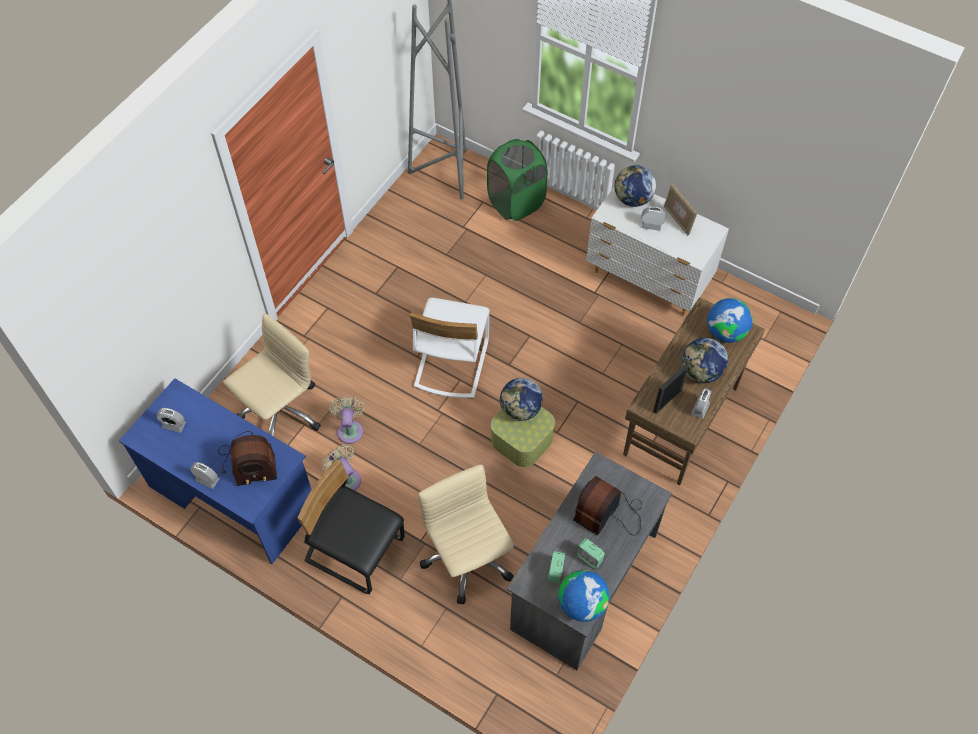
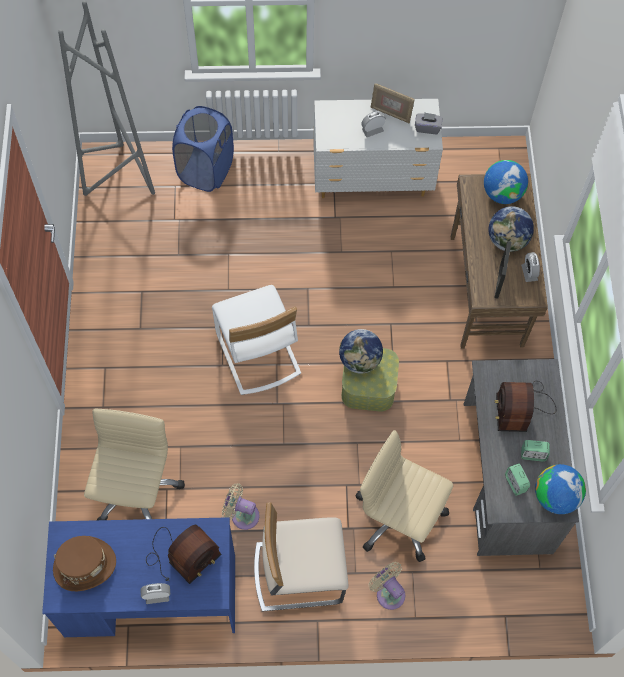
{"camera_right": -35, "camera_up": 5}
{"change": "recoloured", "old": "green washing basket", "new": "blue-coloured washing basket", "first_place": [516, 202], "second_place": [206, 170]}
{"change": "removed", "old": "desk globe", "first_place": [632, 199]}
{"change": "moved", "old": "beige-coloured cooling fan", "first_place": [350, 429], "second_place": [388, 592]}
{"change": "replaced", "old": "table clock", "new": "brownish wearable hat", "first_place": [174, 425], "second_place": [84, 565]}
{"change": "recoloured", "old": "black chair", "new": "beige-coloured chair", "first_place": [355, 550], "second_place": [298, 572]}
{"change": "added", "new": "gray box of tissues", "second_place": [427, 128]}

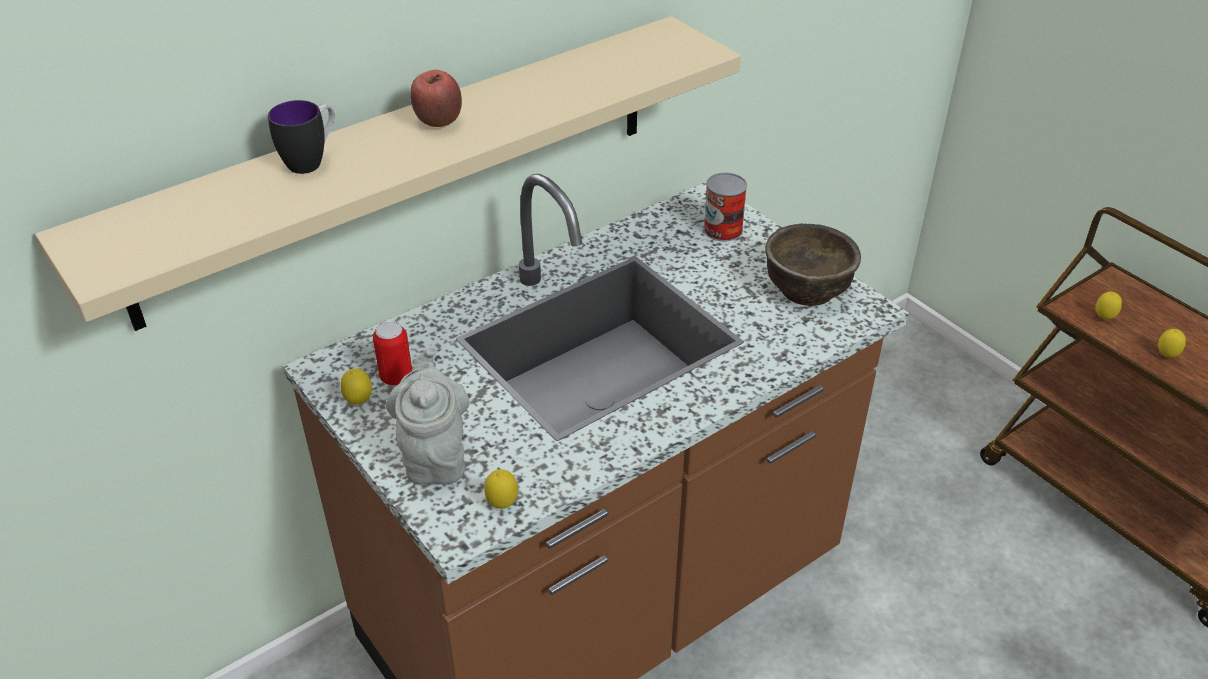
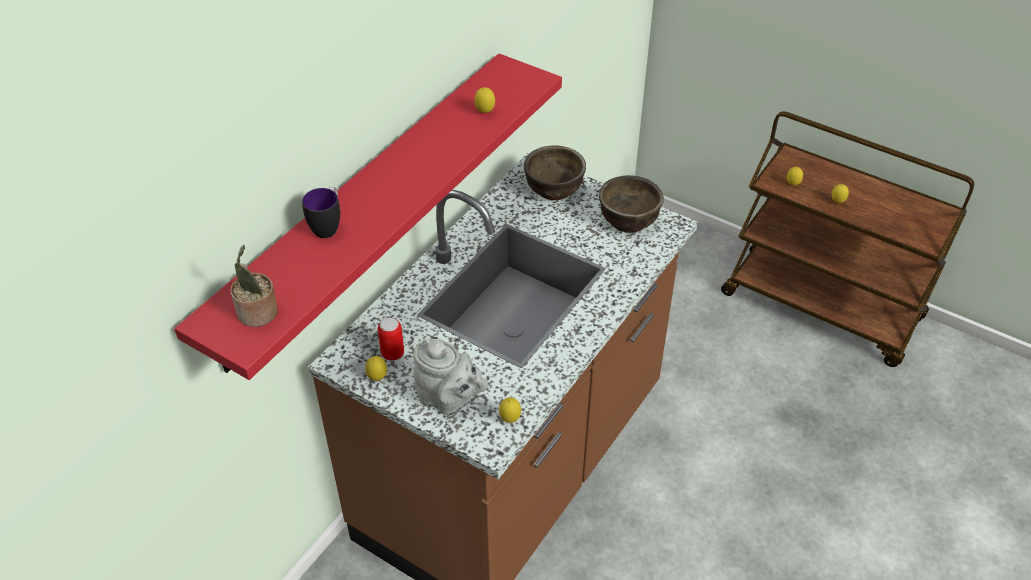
{"camera_right": -20, "camera_up": 5}
{"change": "recoloured", "old": "beige-coloured shelf", "new": "red shelf", "first_place": [404, 166], "second_place": [363, 207]}
{"change": "removed", "old": "apple", "first_place": [439, 123]}
{"change": "replaced", "old": "can", "new": "brownish bowl", "first_place": [723, 229], "second_place": [554, 189]}
{"change": "turned", "old": "gray pot for tea", "first_place": [434, 456], "second_place": [449, 400], "degrees": 150}
{"change": "added", "new": "whole lemon", "second_place": [485, 112]}
{"change": "added", "new": "houseplant", "second_place": [258, 314]}

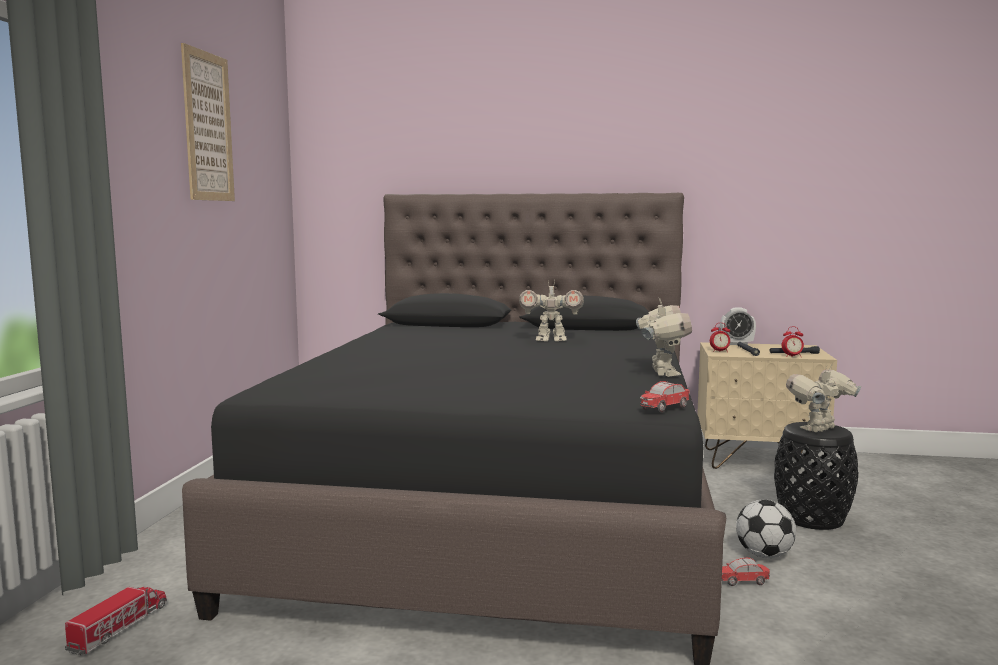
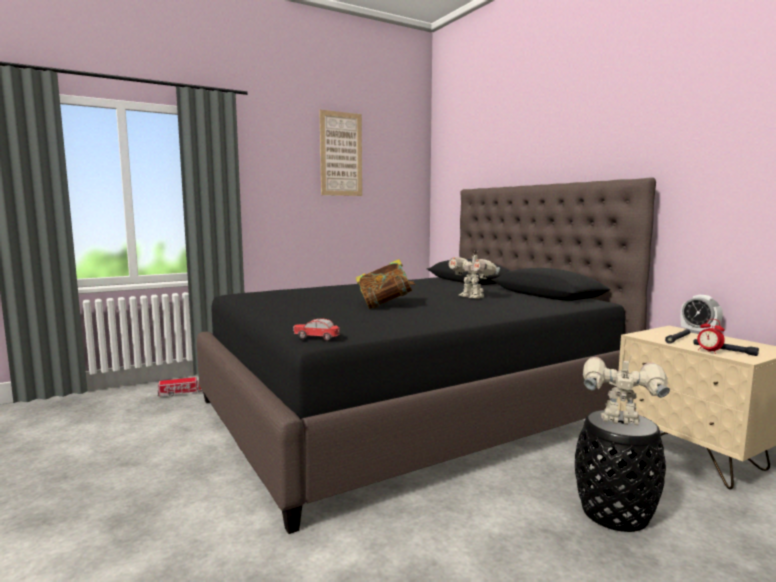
{"camera_right": 50, "camera_up": 0}
{"change": "removed", "old": "toy robot", "first_place": [662, 373]}
{"change": "removed", "old": "table clock", "first_place": [719, 351]}
{"change": "removed", "old": "football ball", "first_place": [764, 555]}
{"change": "removed", "old": "model car", "first_place": [742, 582]}
{"change": "added", "new": "book", "second_place": [385, 305]}

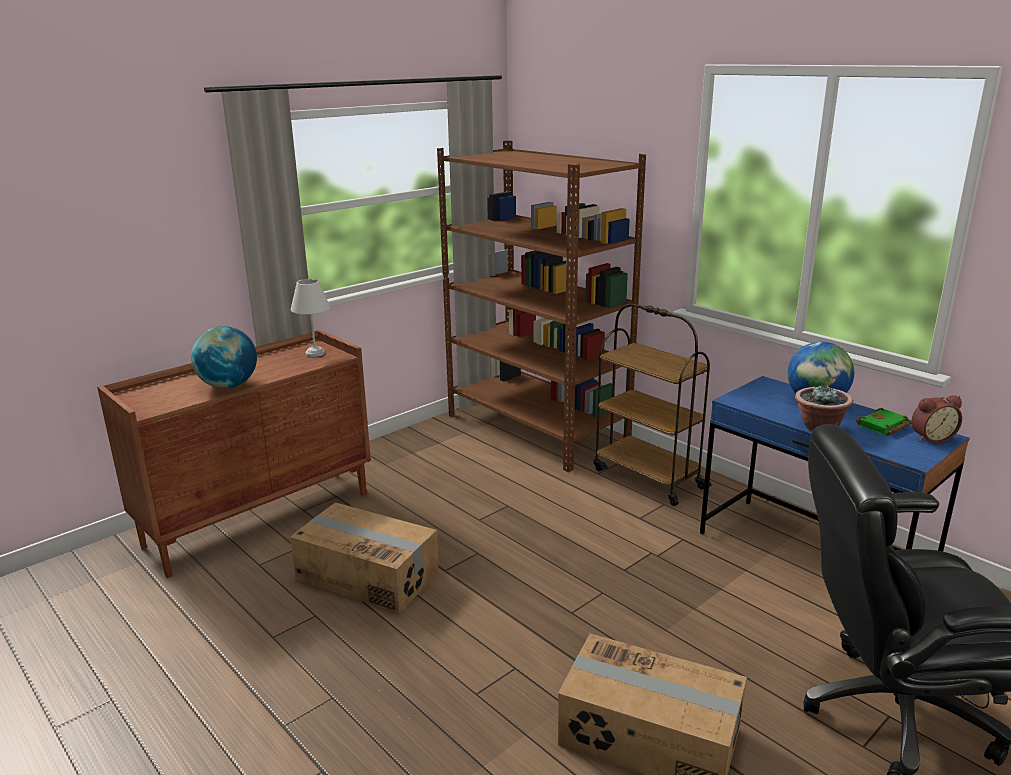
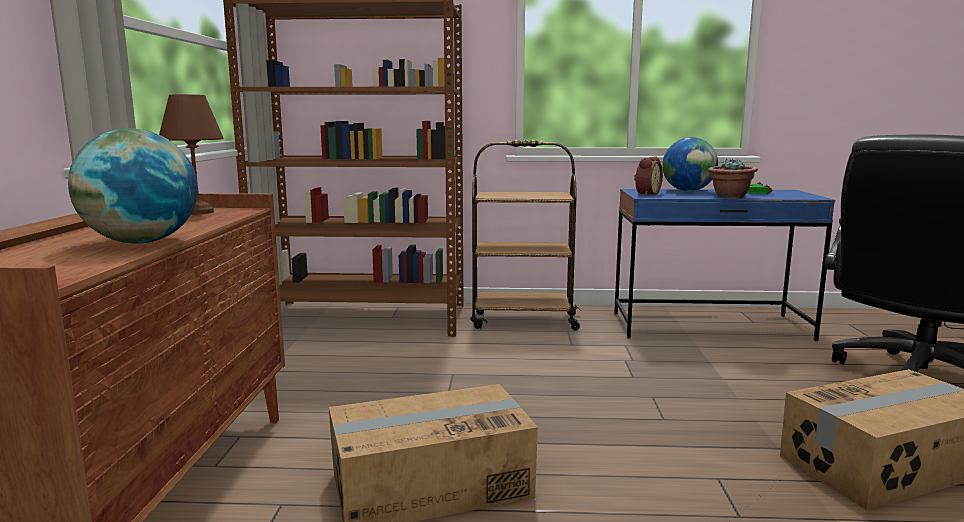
{"camera_right": -45, "camera_up": -10}
{"change": "recoloured", "old": "whitish lamp for a table", "new": "brownish lamp for a table", "first_place": [314, 354], "second_place": [198, 212]}
{"change": "moved", "old": "table clock", "first_place": [930, 438], "second_place": [646, 194]}

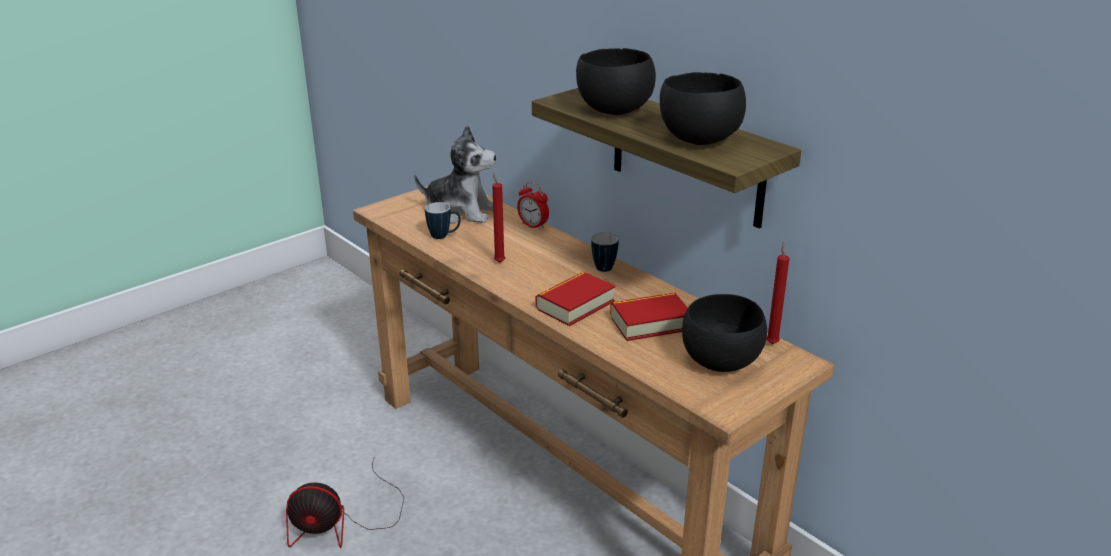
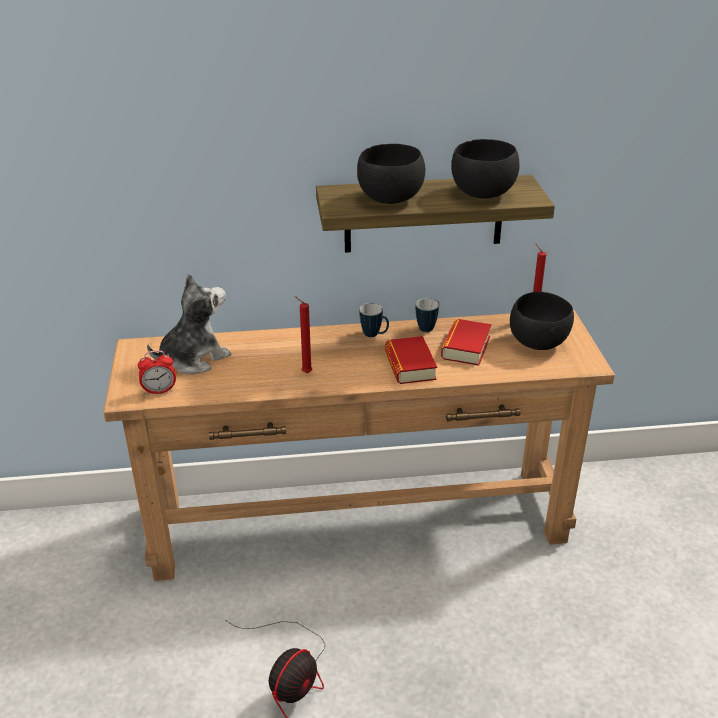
{"camera_right": -55, "camera_up": 5}
{"change": "moved", "old": "table clock", "first_place": [533, 226], "second_place": [159, 391]}
{"change": "moved", "old": "coffee mug", "first_place": [444, 236], "second_place": [428, 327]}

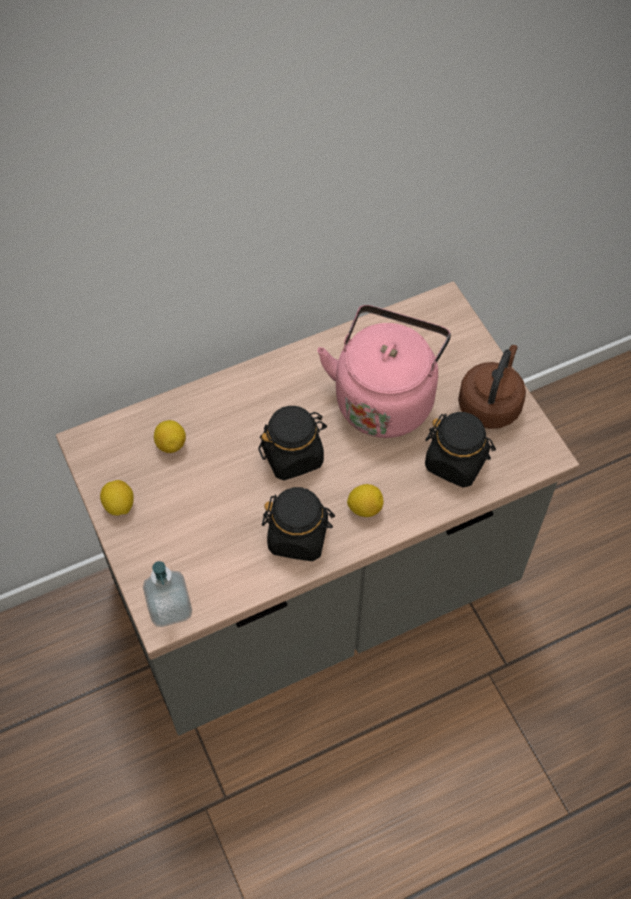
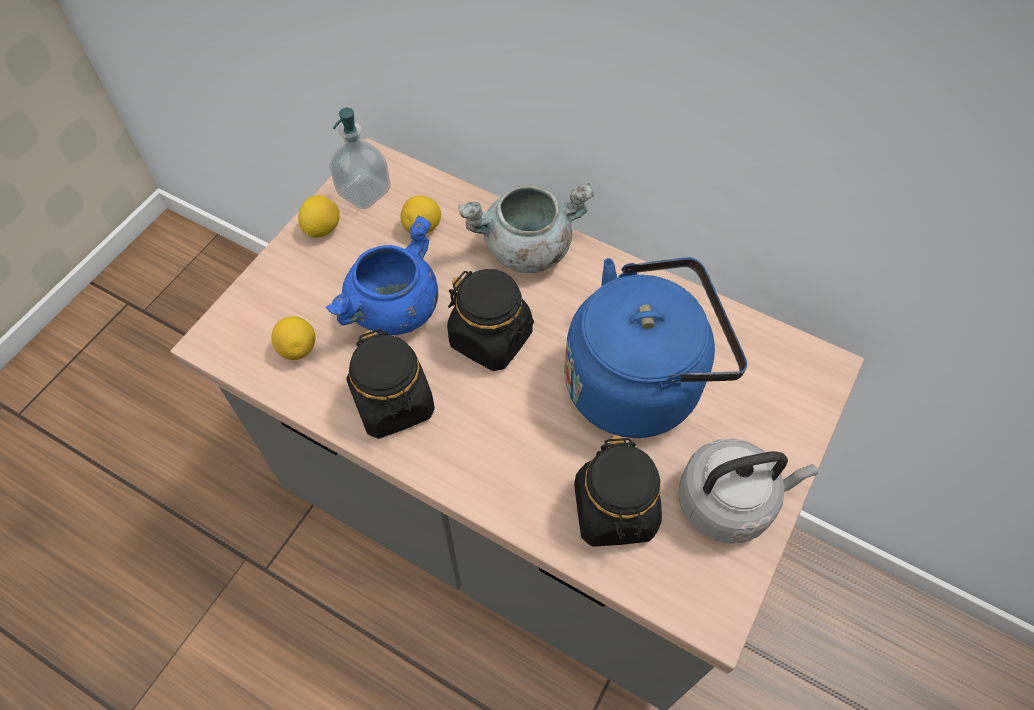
{"camera_right": 55, "camera_up": 0}
{"change": "recoloured", "old": "pink-coloured water kettle", "new": "blue-coloured water kettle", "first_place": [385, 397], "second_place": [639, 382]}
{"change": "recoloured", "old": "brownish water kettle", "new": "gray water kettle", "first_place": [490, 404], "second_place": [729, 501]}
{"change": "moved", "old": "whole lemon", "first_place": [365, 508], "second_place": [298, 348]}
{"change": "moved", "old": "liquid soap bottle", "first_place": [170, 607], "second_place": [364, 192]}
{"change": "added", "new": "gray cooking pot", "second_place": [526, 249]}
{"change": "added", "new": "blue-coloured cooking pot", "second_place": [393, 309]}

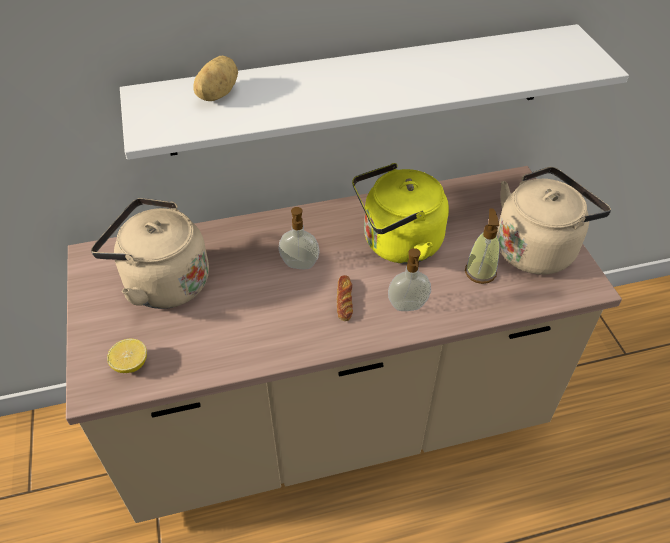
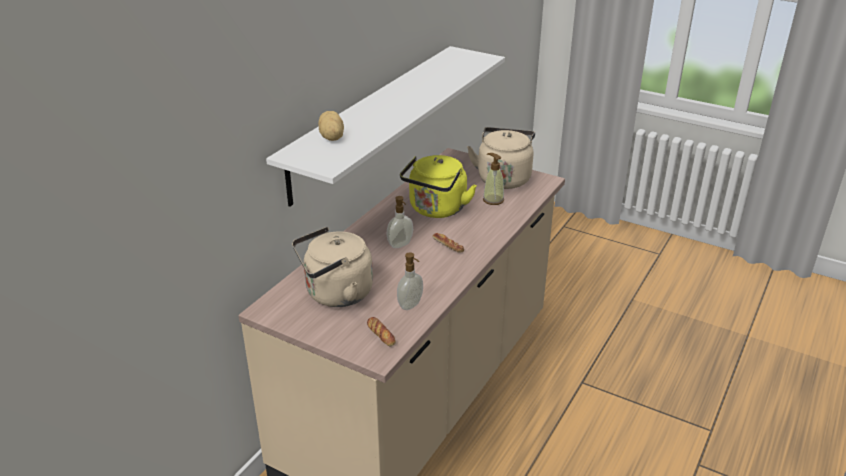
{"camera_right": -45, "camera_up": -15}
{"change": "moved", "old": "liquid soap bottle", "first_place": [407, 307], "second_place": [411, 305]}
{"change": "replaced", "old": "whole lemon", "new": "bakery bread", "first_place": [131, 364], "second_place": [381, 334]}

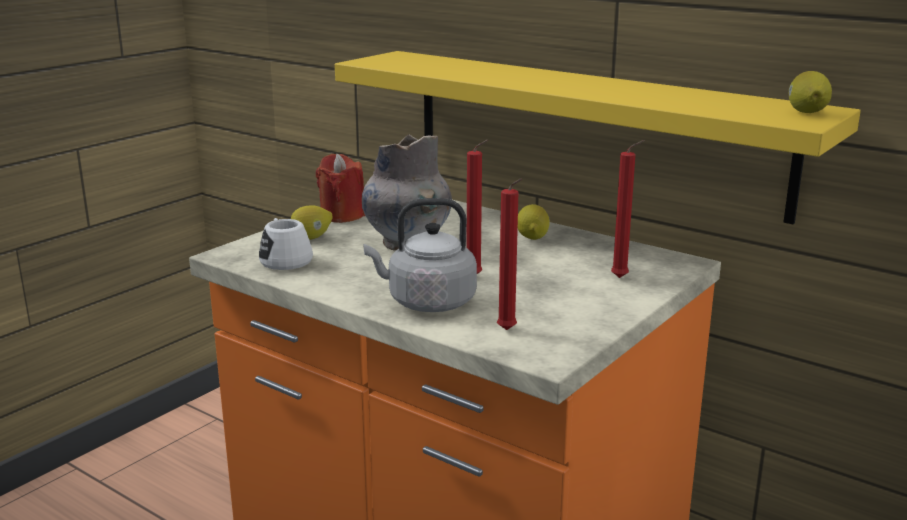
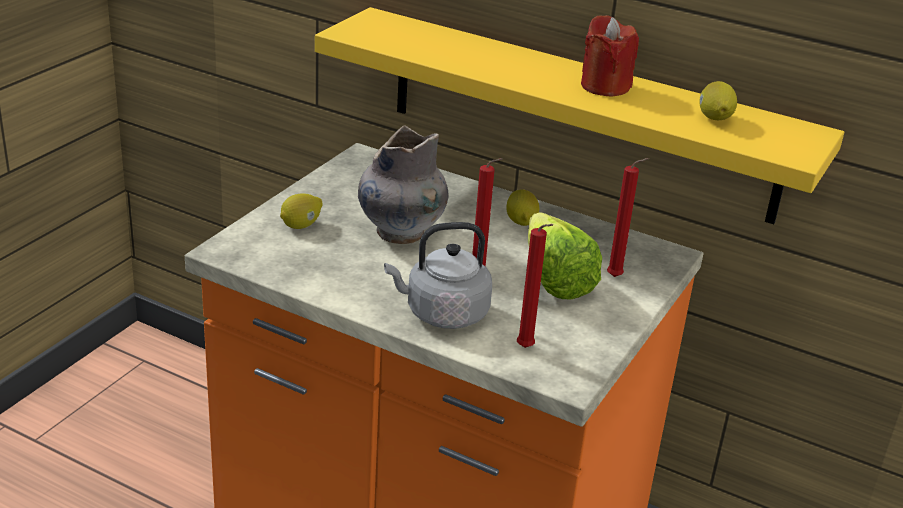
{"camera_right": -10, "camera_up": 10}
{"change": "moved", "old": "whole lemon", "first_place": [807, 113], "second_place": [714, 119]}
{"change": "moved", "old": "red wax light", "first_place": [342, 215], "second_place": [605, 86]}
{"change": "removed", "old": "whitish coffee mug", "first_place": [284, 259]}
{"change": "added", "new": "lettuce head", "second_place": [553, 276]}

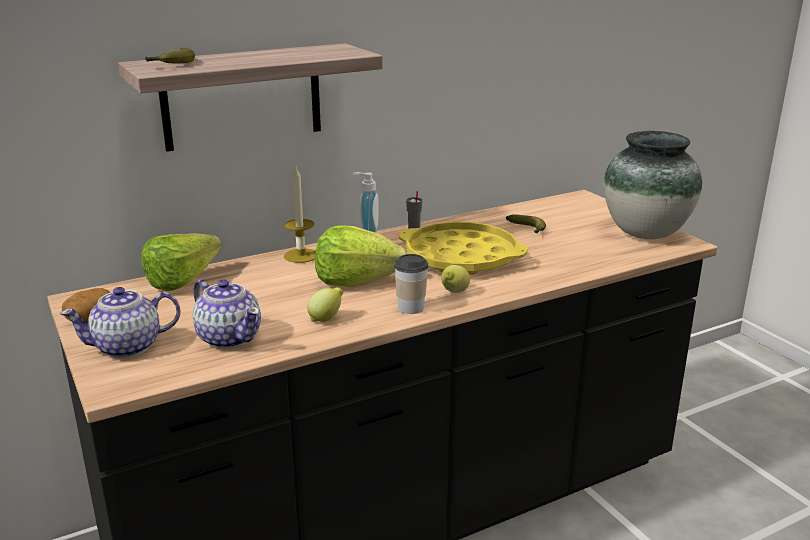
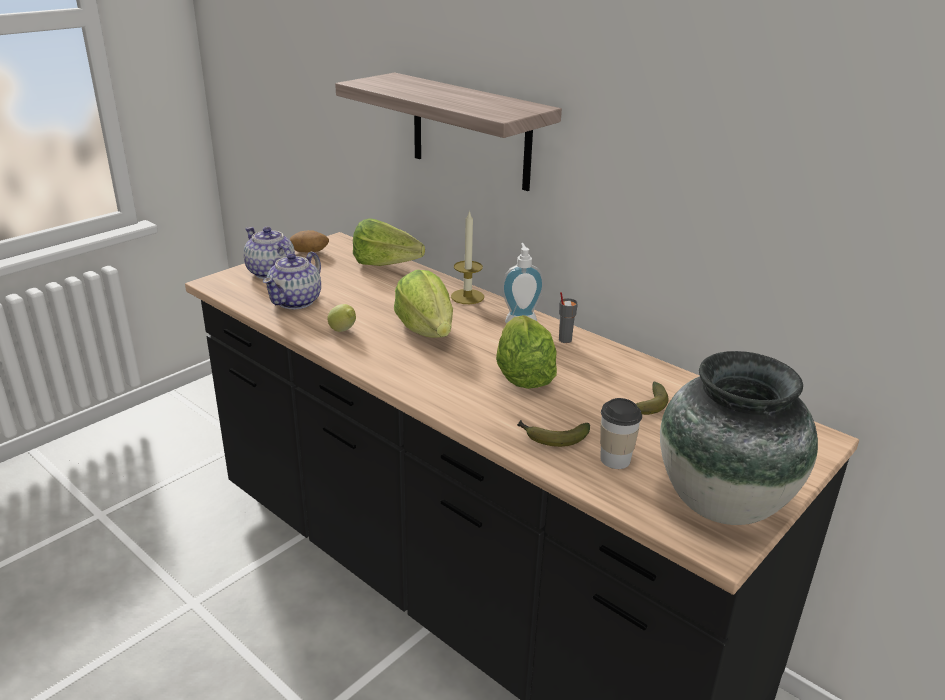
{"camera_right": 70, "camera_up": 5}
{"change": "moved", "old": "whole banana", "first_place": [173, 64], "second_place": [551, 438]}
{"change": "replaced", "old": "yellowish serving tray", "new": "lettuce head", "first_place": [461, 257], "second_place": [523, 374]}
{"change": "moved", "old": "cup", "first_place": [411, 308], "second_place": [615, 459]}
{"change": "removed", "old": "whole lemon", "first_place": [454, 293]}

